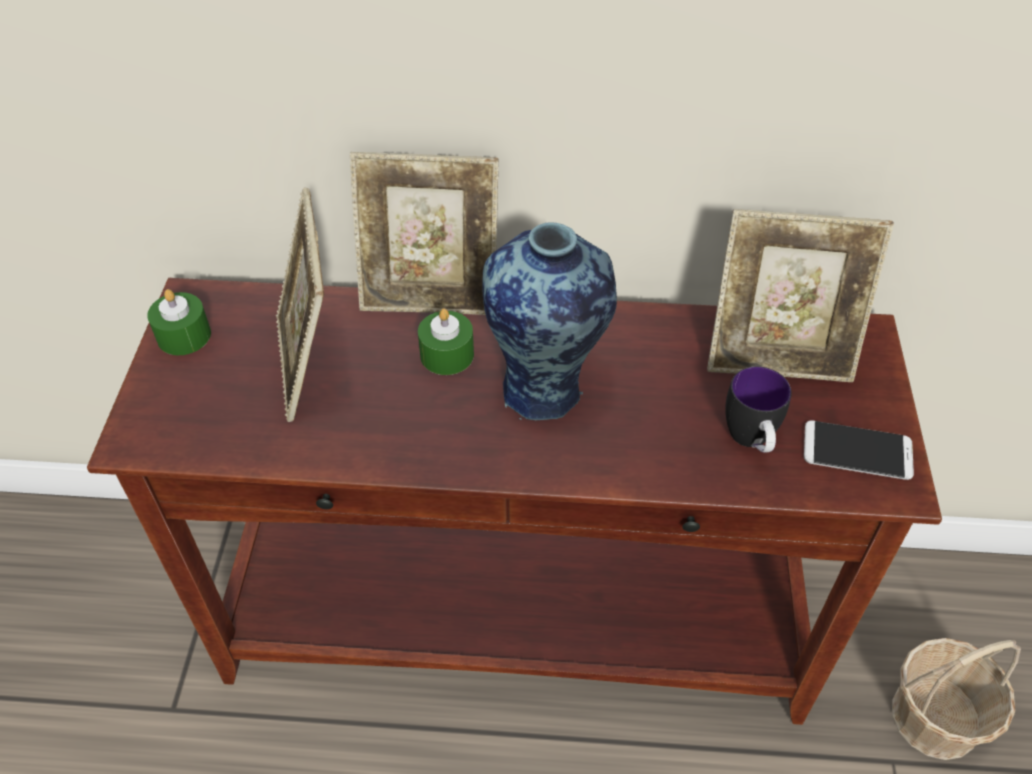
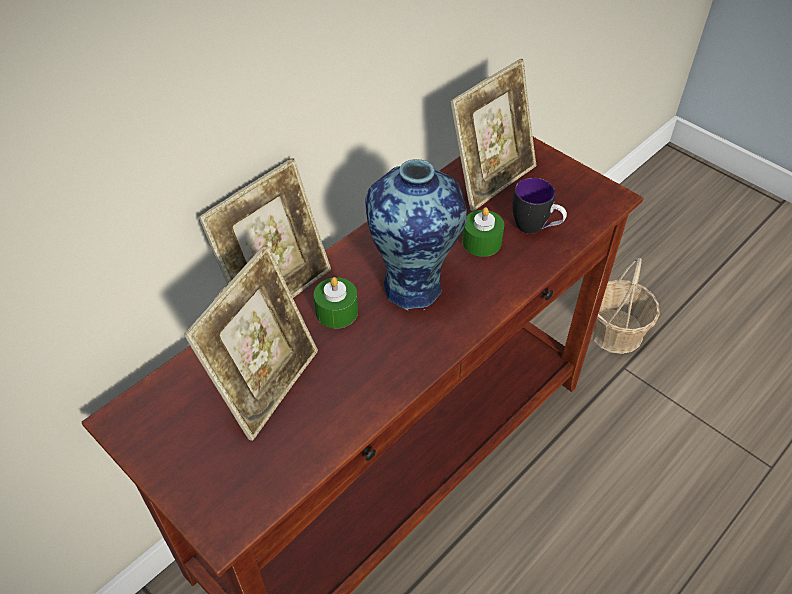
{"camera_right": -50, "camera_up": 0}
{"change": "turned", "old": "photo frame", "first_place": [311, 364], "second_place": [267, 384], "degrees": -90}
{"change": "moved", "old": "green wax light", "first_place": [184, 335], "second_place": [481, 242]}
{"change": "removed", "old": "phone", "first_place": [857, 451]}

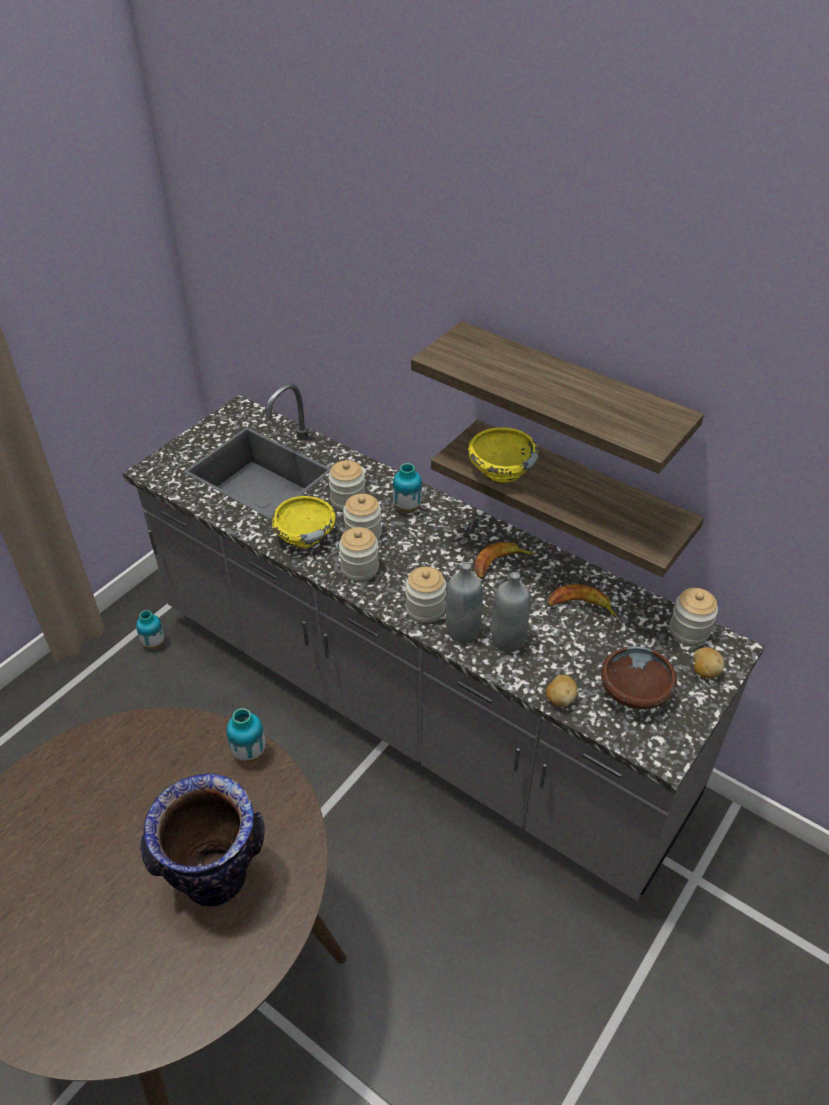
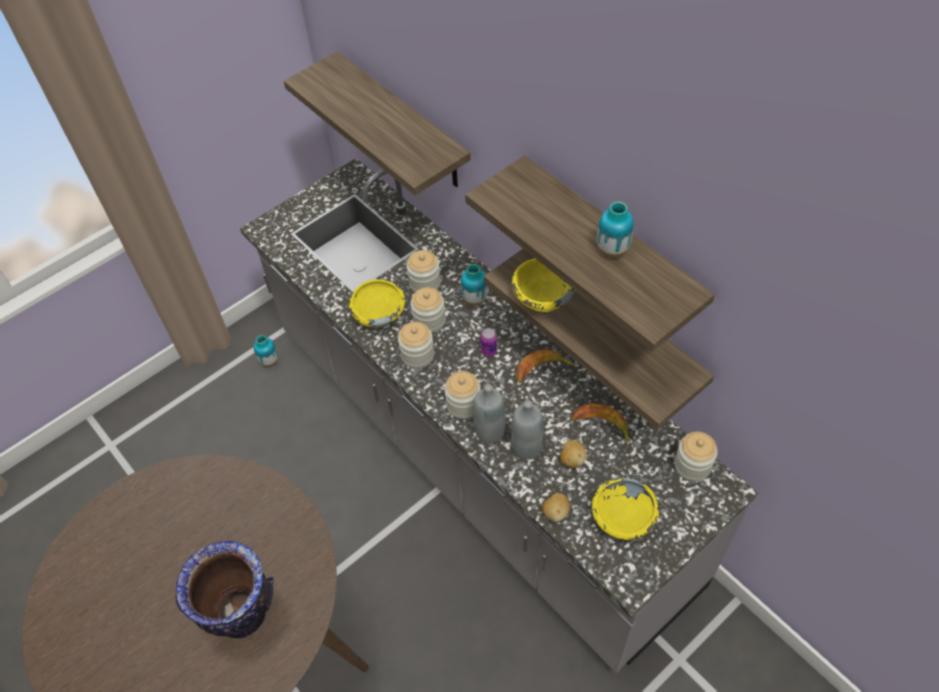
{"camera_right": 15, "camera_up": 10}
{"change": "recoloured", "old": "brownish bowl", "new": "yellowish bowl", "first_place": [634, 693], "second_place": [622, 518]}
{"change": "moved", "old": "spud", "first_place": [704, 671], "second_place": [572, 459]}
{"change": "moved", "old": "flower vase", "first_place": [249, 753], "second_place": [612, 250]}
{"change": "added", "new": "shelf", "second_place": [403, 122]}
{"change": "added", "new": "can", "second_place": [489, 351]}

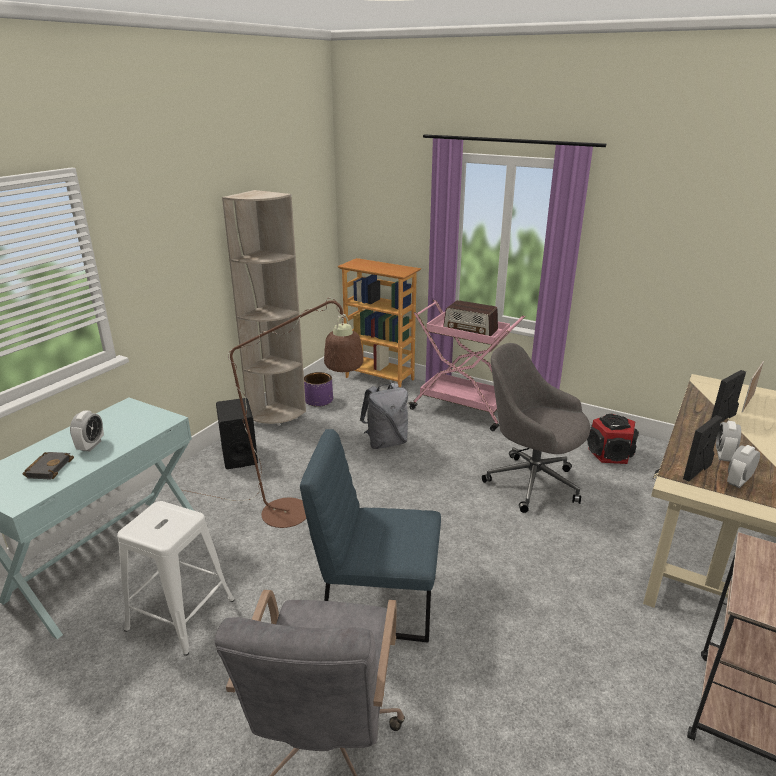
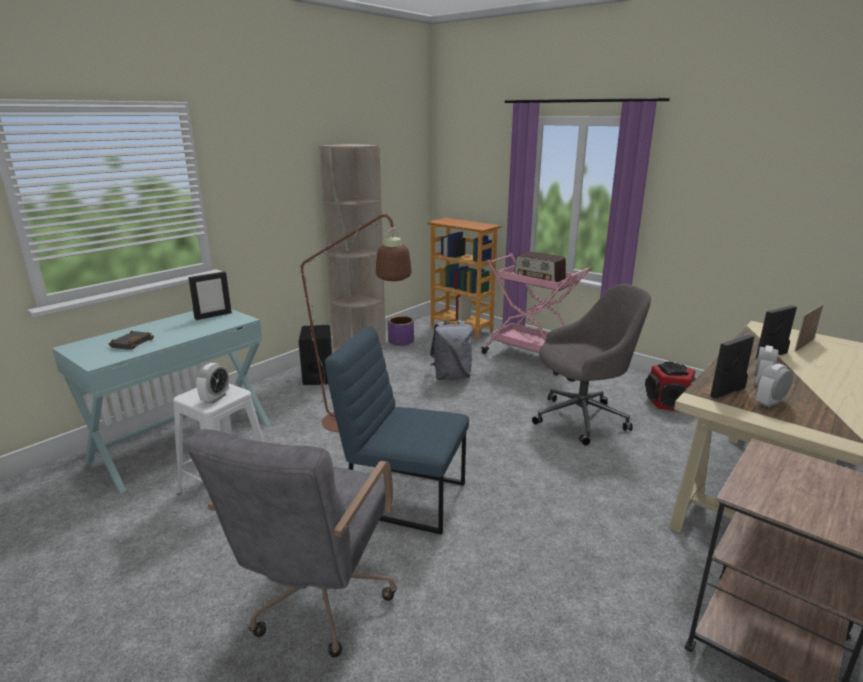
{"camera_right": 10, "camera_up": -5}
{"change": "turned", "old": "gray desk chair", "first_place": [531, 483], "second_place": [581, 419], "degrees": 120}
{"change": "moved", "old": "table clock", "first_place": [91, 445], "second_place": [215, 398]}
{"change": "added", "new": "photo frame", "second_place": [213, 315]}

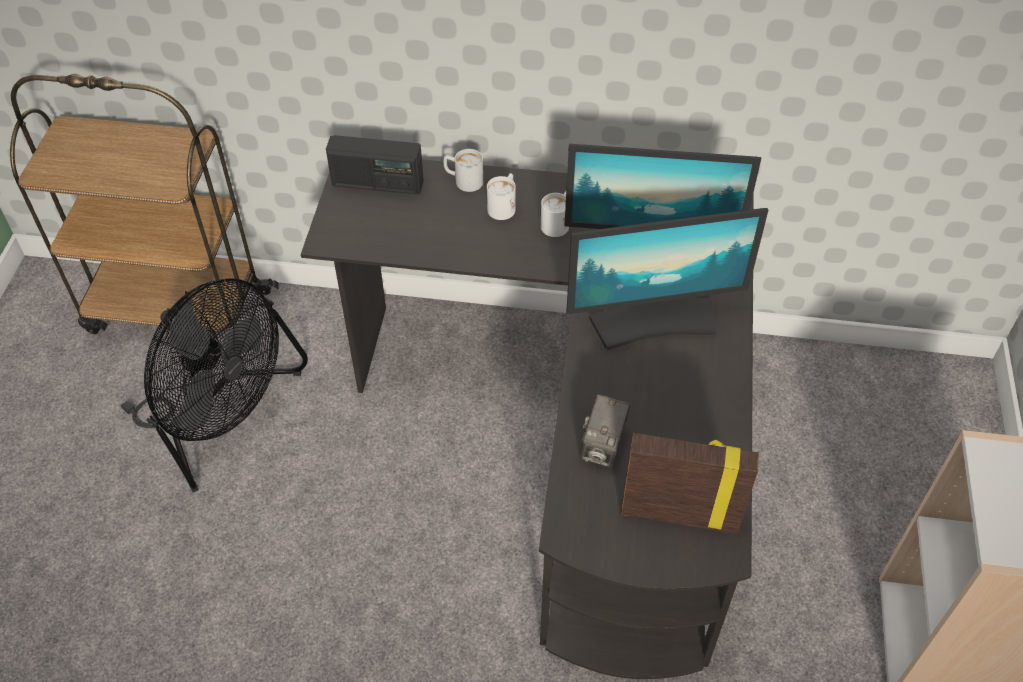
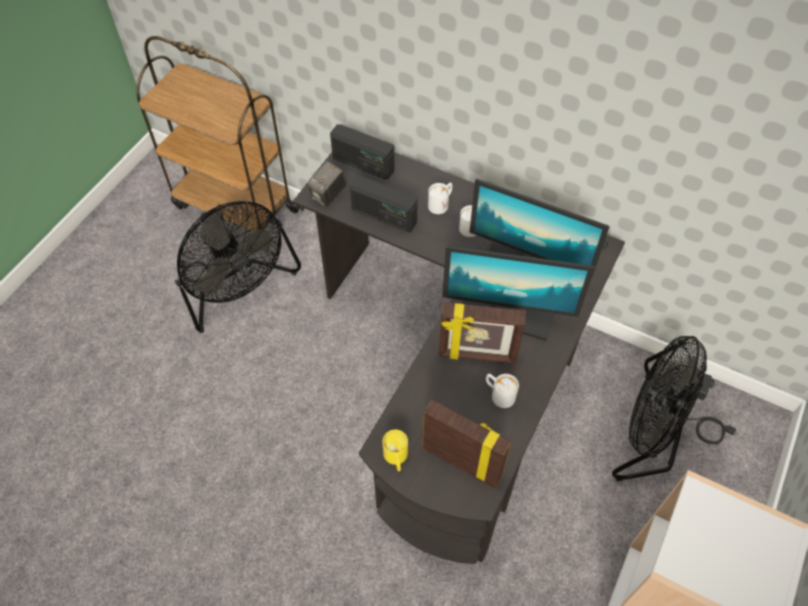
{"camera_right": 20, "camera_up": 5}
{"change": "moved", "old": "whitish coffee mug", "first_place": [463, 181], "second_place": [499, 394]}
{"change": "moved", "old": "photo camera", "first_place": [602, 447], "second_place": [328, 195]}
{"change": "added", "new": "radio", "second_place": [384, 216]}
{"change": "added", "new": "photo frame", "second_place": [477, 356]}
{"change": "added", "new": "black cooling fan", "second_place": [659, 431]}
{"change": "added", "new": "yellowish coffee mug", "second_place": [396, 458]}

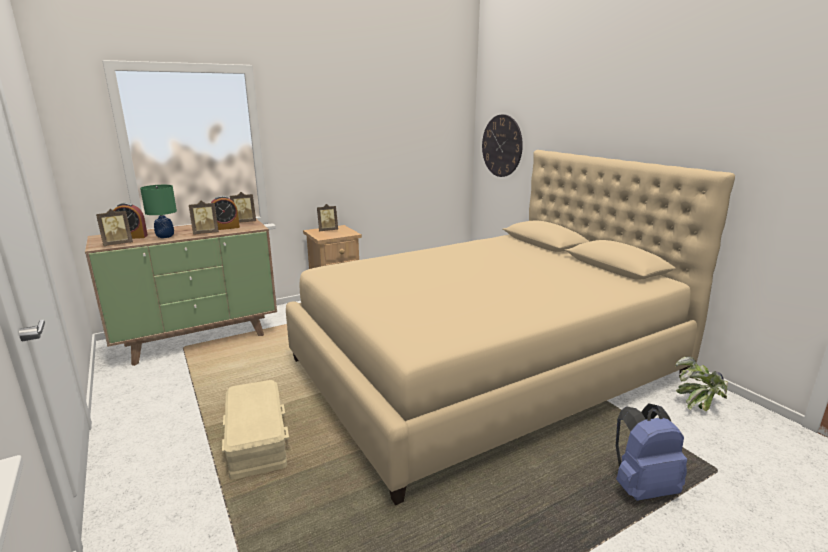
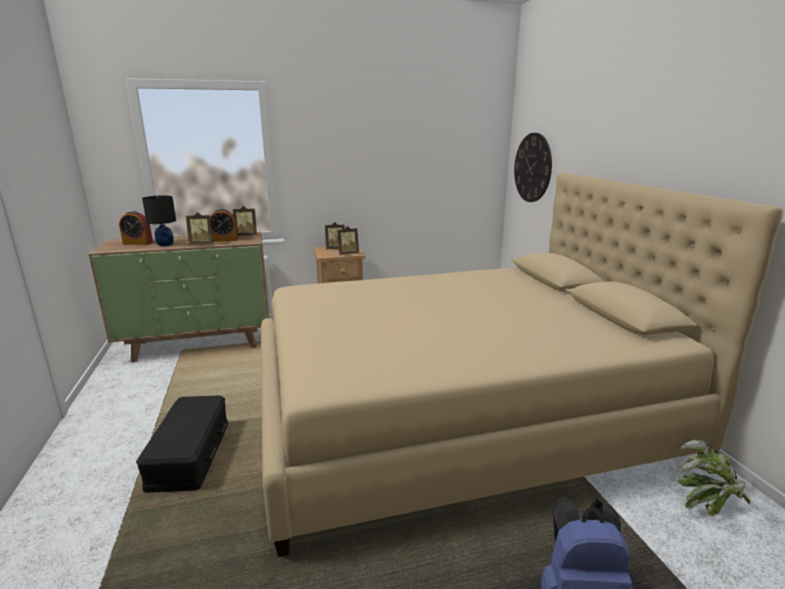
{"camera_right": 15, "camera_up": 0}
{"change": "recoloured", "old": "green lamp for a table", "new": "black lamp for a table", "first_place": [164, 237], "second_place": [164, 245]}
{"change": "moved", "old": "photo frame", "first_place": [118, 244], "second_place": [348, 254]}
{"change": "recoloured", "old": "beige-coloured storage container", "new": "black storage container", "first_place": [255, 440], "second_place": [189, 454]}

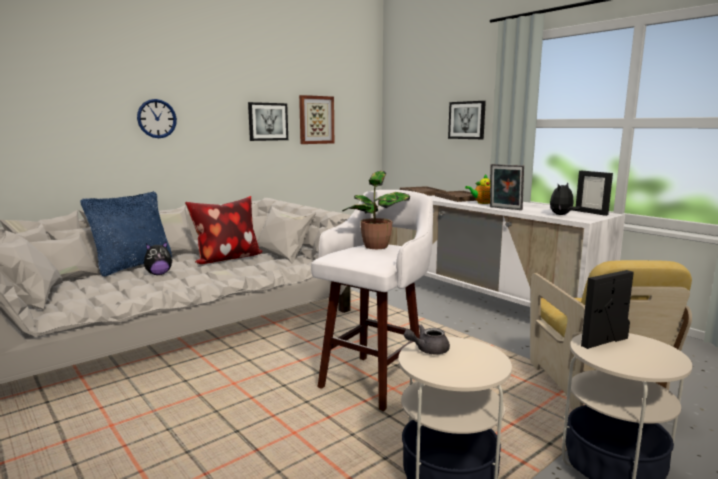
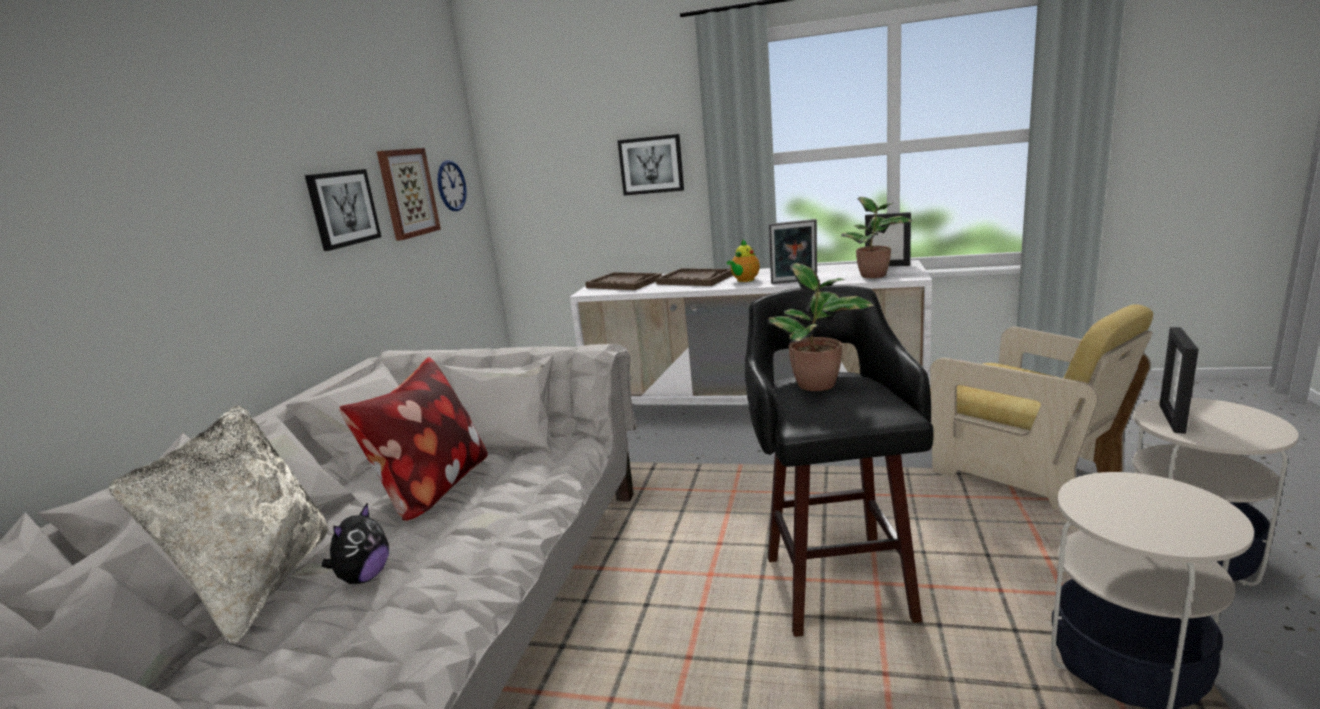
{"camera_right": -35, "camera_up": 5}
{"change": "moved", "old": "clock on the wall", "first_place": [157, 118], "second_place": [451, 186]}
{"change": "replaced", "old": "cuddly toy", "new": "houseplant", "first_place": [562, 215], "second_place": [875, 276]}
{"change": "recoloured", "old": "whitish stool", "new": "black stool", "first_place": [375, 380], "second_place": [836, 583]}
{"change": "recoloured", "old": "blue-coloured cushion", "new": "beige-coloured cushion", "first_place": [134, 267], "second_place": [264, 586]}
{"change": "removed", "old": "gray pot for tea", "first_place": [427, 350]}

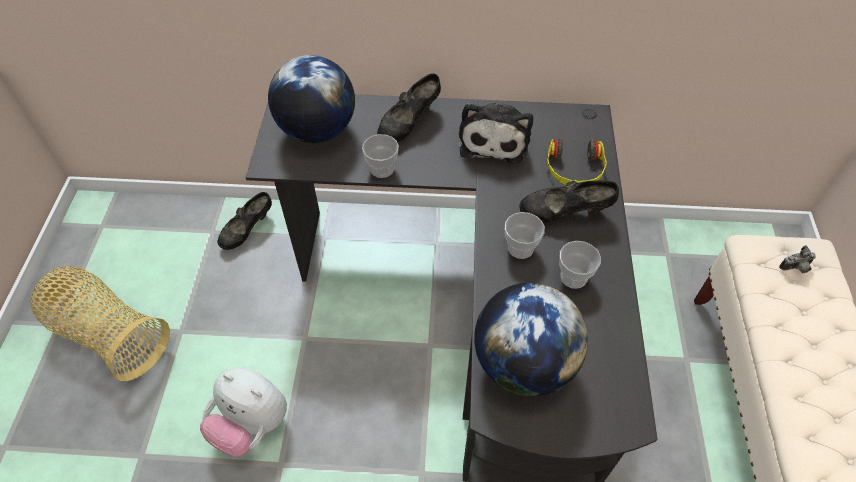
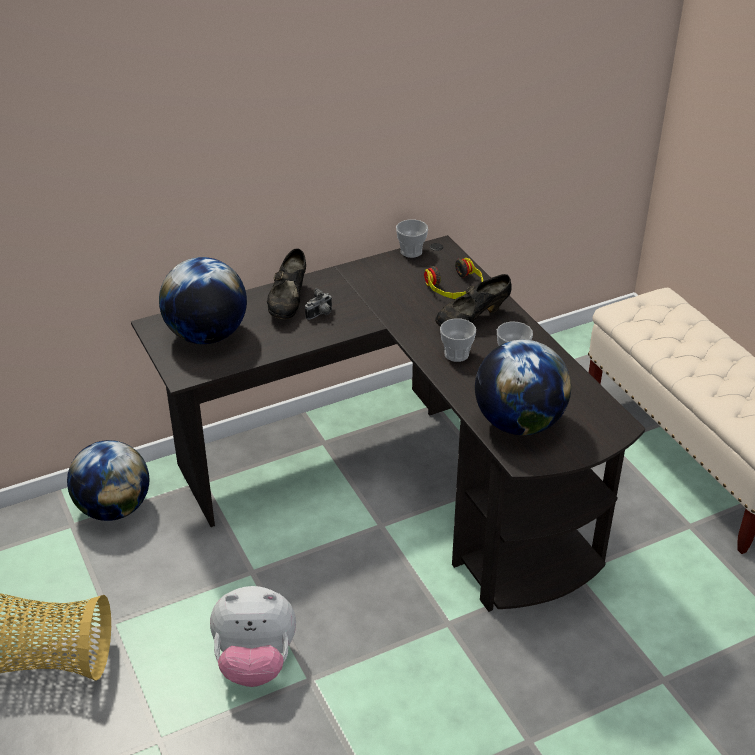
{"camera_right": -30, "camera_up": -15}
{"change": "removed", "old": "cuddly toy", "first_place": [494, 139]}
{"change": "moved", "old": "cup", "first_place": [382, 169], "second_place": [411, 252]}
{"change": "replaced", "old": "black item of footwear", "new": "desk globe", "first_place": [248, 231], "second_place": [113, 508]}
{"change": "moved", "old": "photo camera", "first_place": [795, 268], "second_place": [321, 314]}

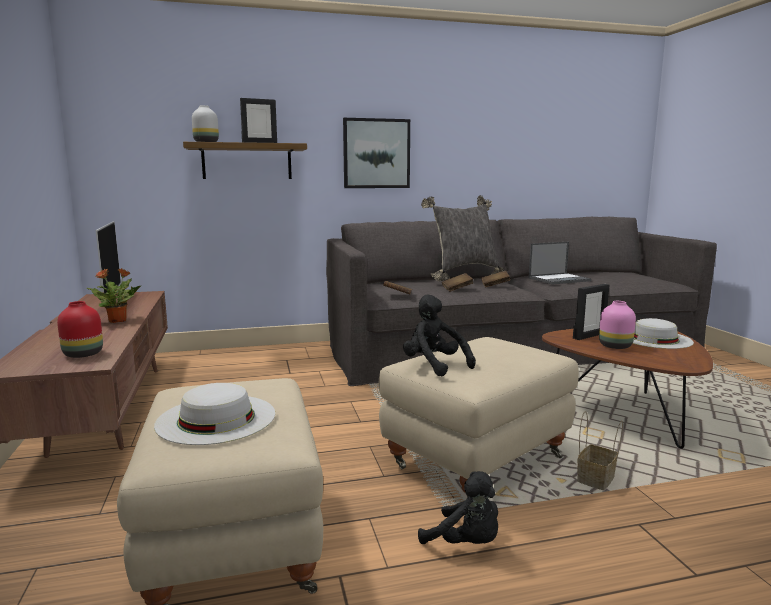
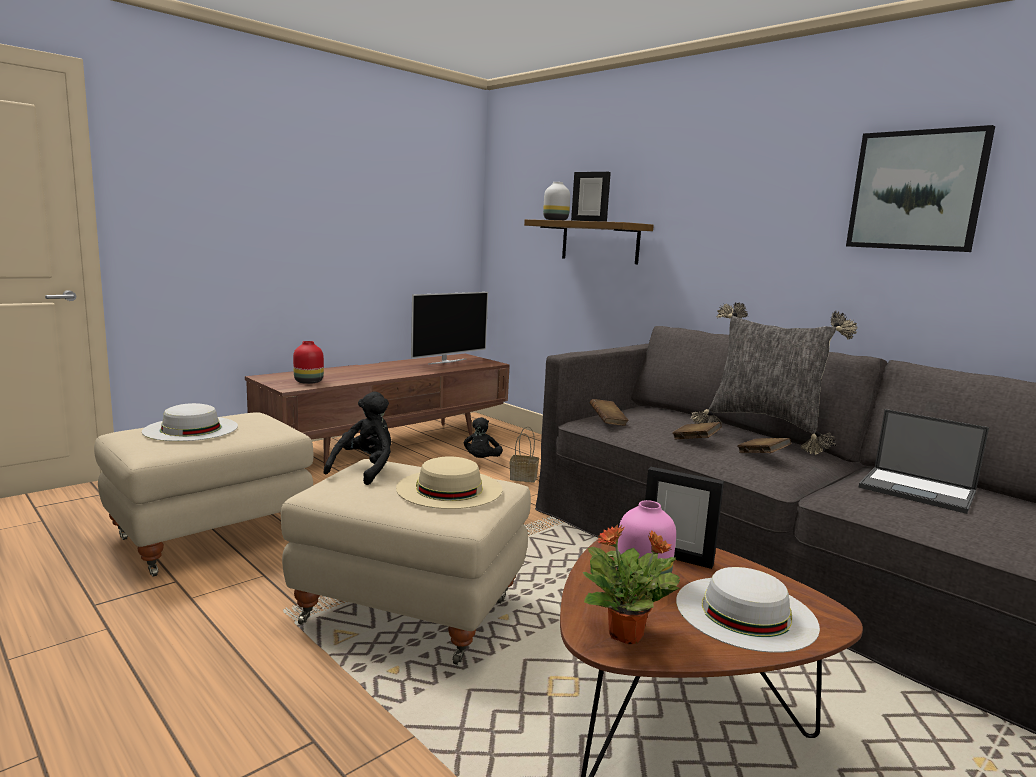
{"camera_right": 60, "camera_up": 0}
{"change": "moved", "old": "wall picture", "first_place": [376, 153], "second_place": [916, 191]}
{"change": "moved", "old": "houseplant", "first_place": [118, 321], "second_place": [627, 635]}
{"change": "moved", "old": "storage basket", "first_place": [596, 480], "second_place": [522, 478]}
{"change": "moved", "old": "black cuddly toy", "first_place": [465, 543], "second_place": [482, 461]}
{"change": "added", "new": "beige-coloured wearable hat", "second_place": [449, 488]}

